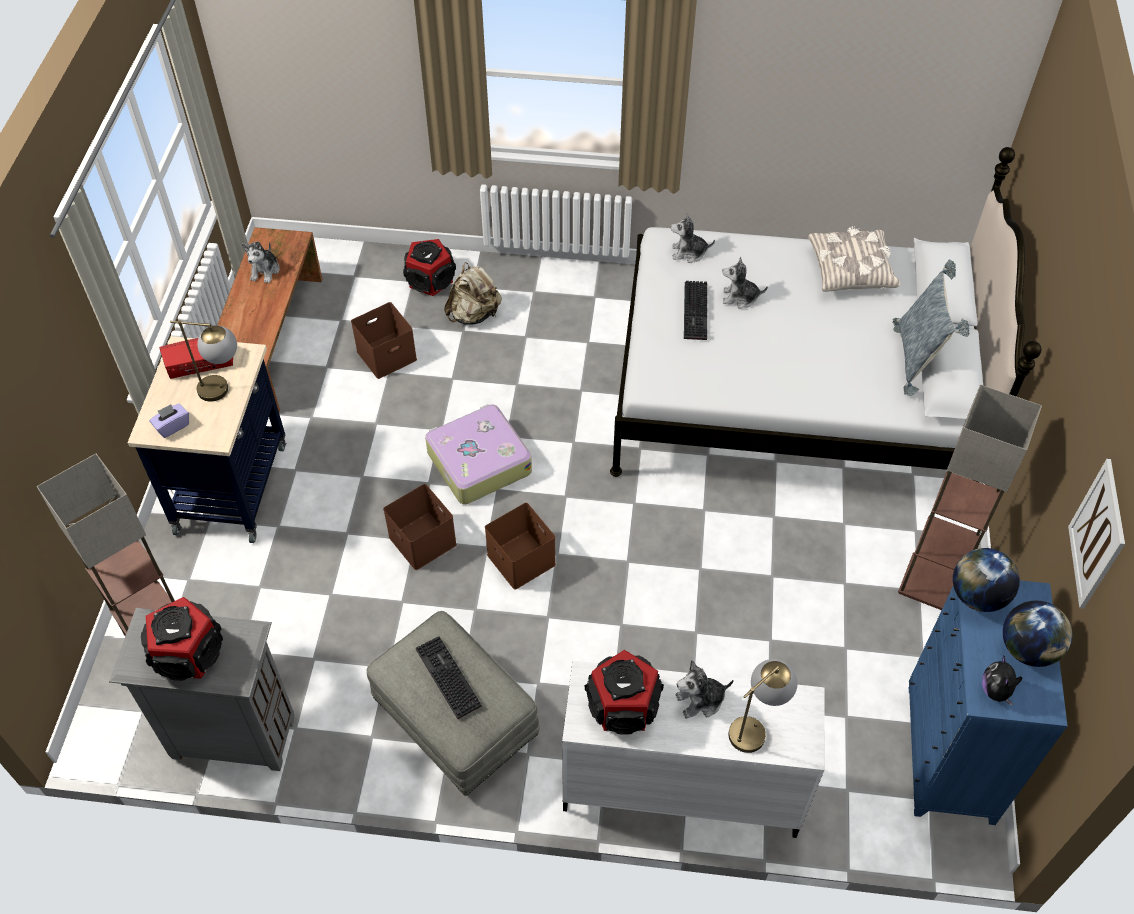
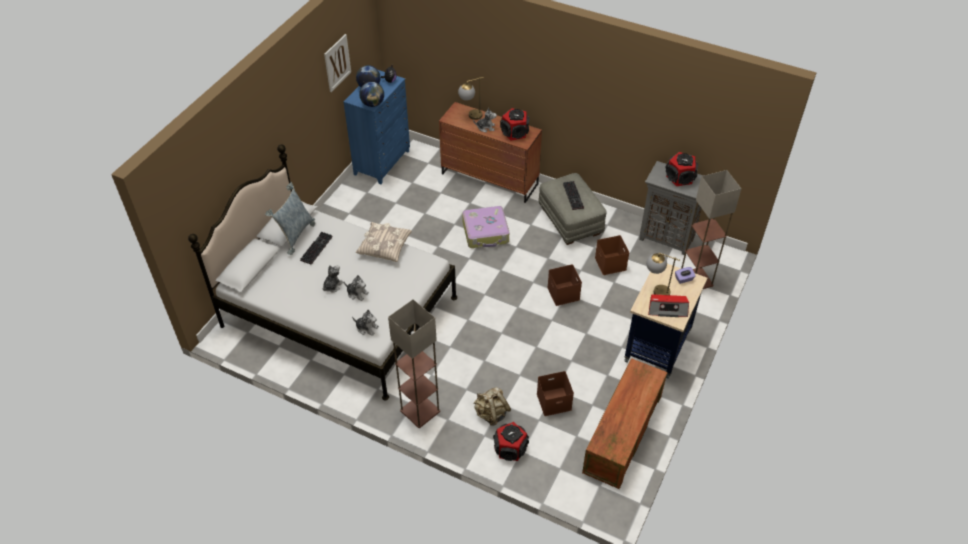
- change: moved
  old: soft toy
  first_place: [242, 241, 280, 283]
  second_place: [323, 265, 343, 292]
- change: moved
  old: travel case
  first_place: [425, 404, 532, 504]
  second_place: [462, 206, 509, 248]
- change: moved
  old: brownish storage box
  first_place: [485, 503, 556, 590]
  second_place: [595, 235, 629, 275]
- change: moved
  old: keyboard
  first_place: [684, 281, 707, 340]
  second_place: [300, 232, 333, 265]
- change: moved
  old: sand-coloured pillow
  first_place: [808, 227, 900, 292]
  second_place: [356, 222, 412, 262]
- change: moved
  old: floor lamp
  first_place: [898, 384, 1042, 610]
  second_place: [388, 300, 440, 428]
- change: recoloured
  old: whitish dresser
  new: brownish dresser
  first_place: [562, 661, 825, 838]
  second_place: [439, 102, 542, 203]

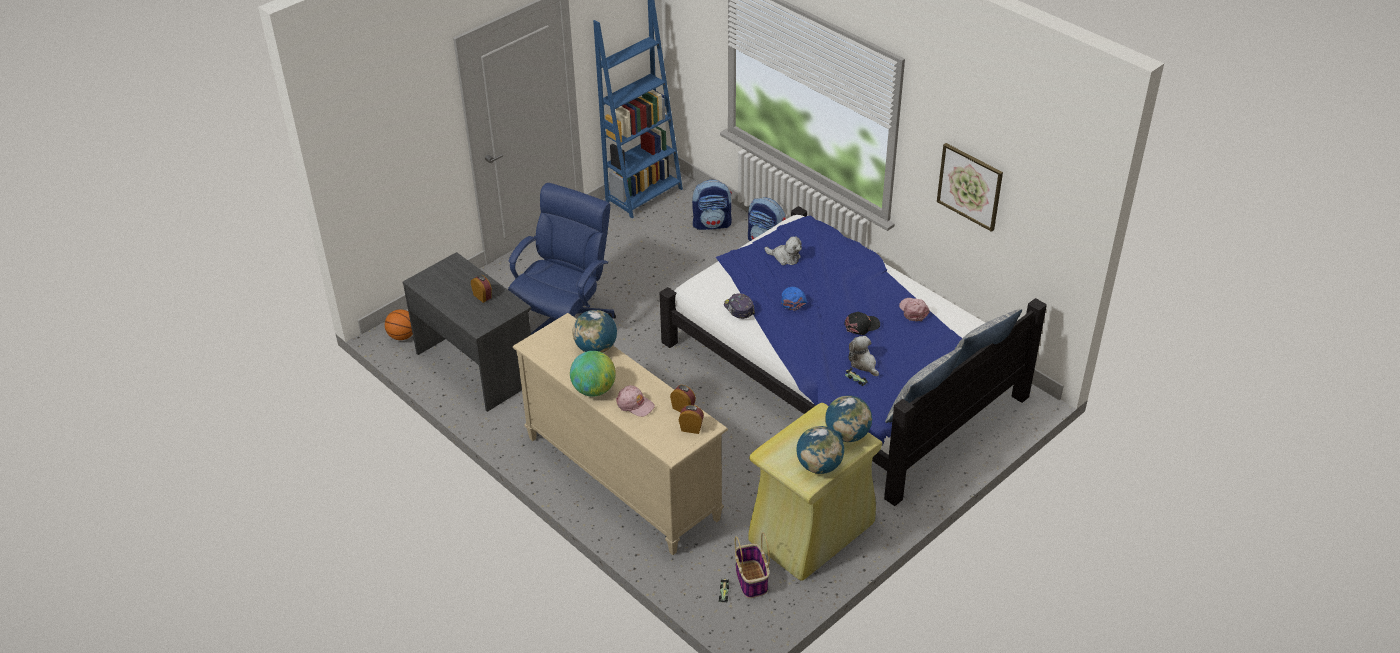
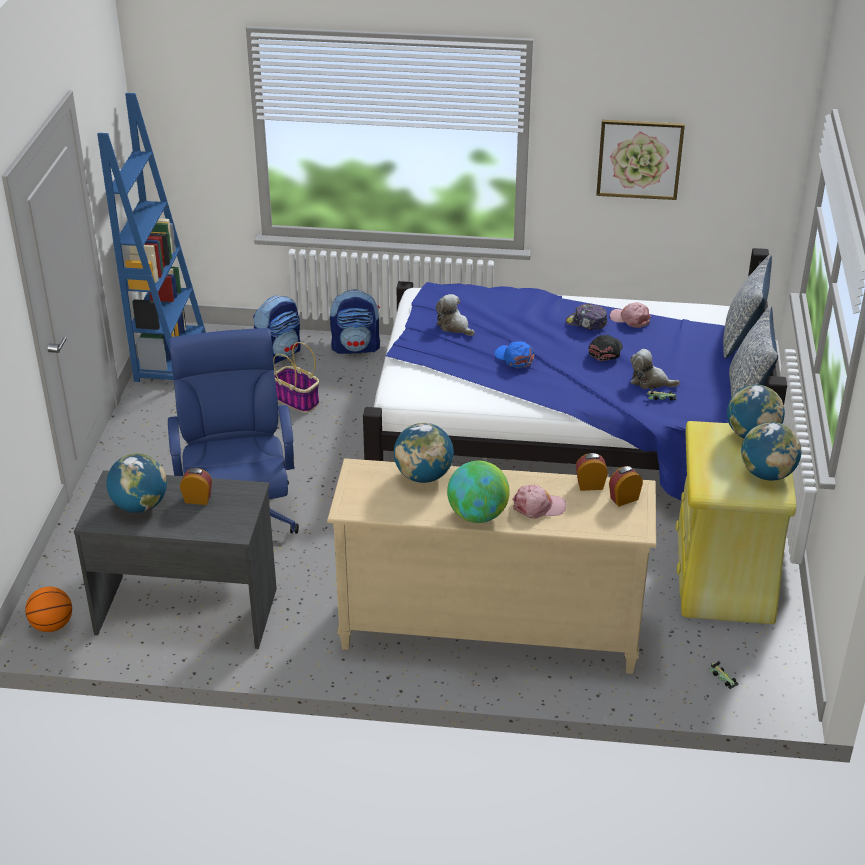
- change: added
  new: world globe
  second_place: [106, 453, 167, 513]
- change: moved
  old: cap
  first_place: [724, 293, 755, 319]
  second_place: [566, 304, 607, 330]
- change: moved
  old: household basket
  first_place: [735, 532, 770, 598]
  second_place: [273, 342, 319, 413]
- change: turned
  old: soft toy
  first_place: [765, 236, 802, 265]
  second_place: [436, 294, 475, 336]
  degrees: -120

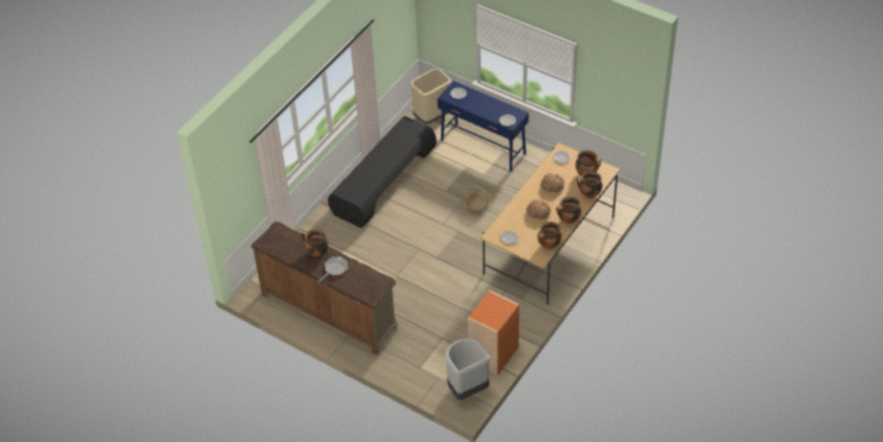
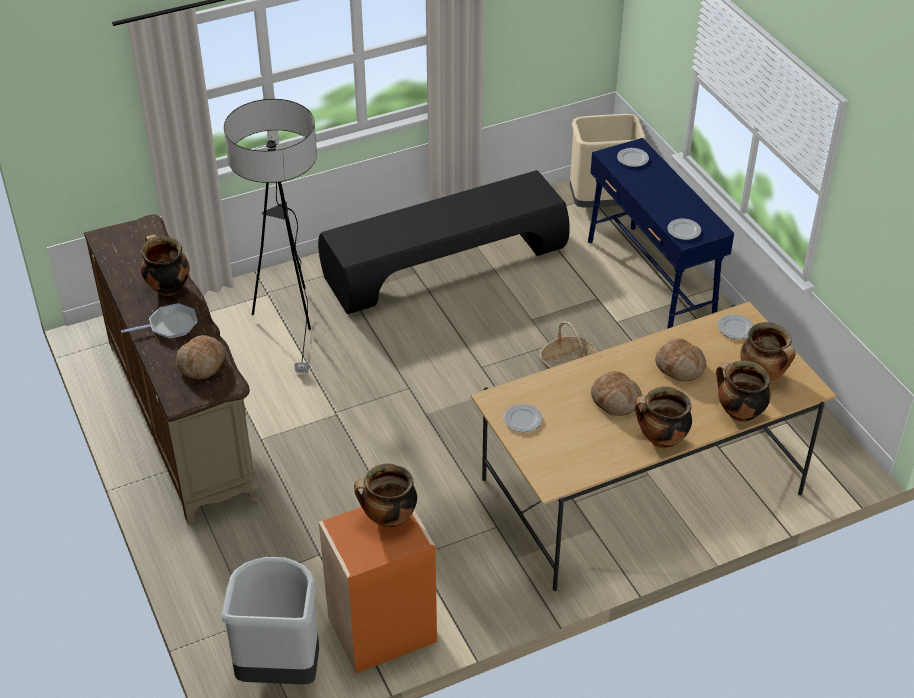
- change: added
  new: bakery bread
  second_place: [176, 335, 225, 379]
- change: added
  new: floor lamp
  second_place: [224, 99, 317, 374]
- change: moved
  old: cooking pot
  first_place: [538, 222, 562, 250]
  second_place: [354, 463, 417, 528]

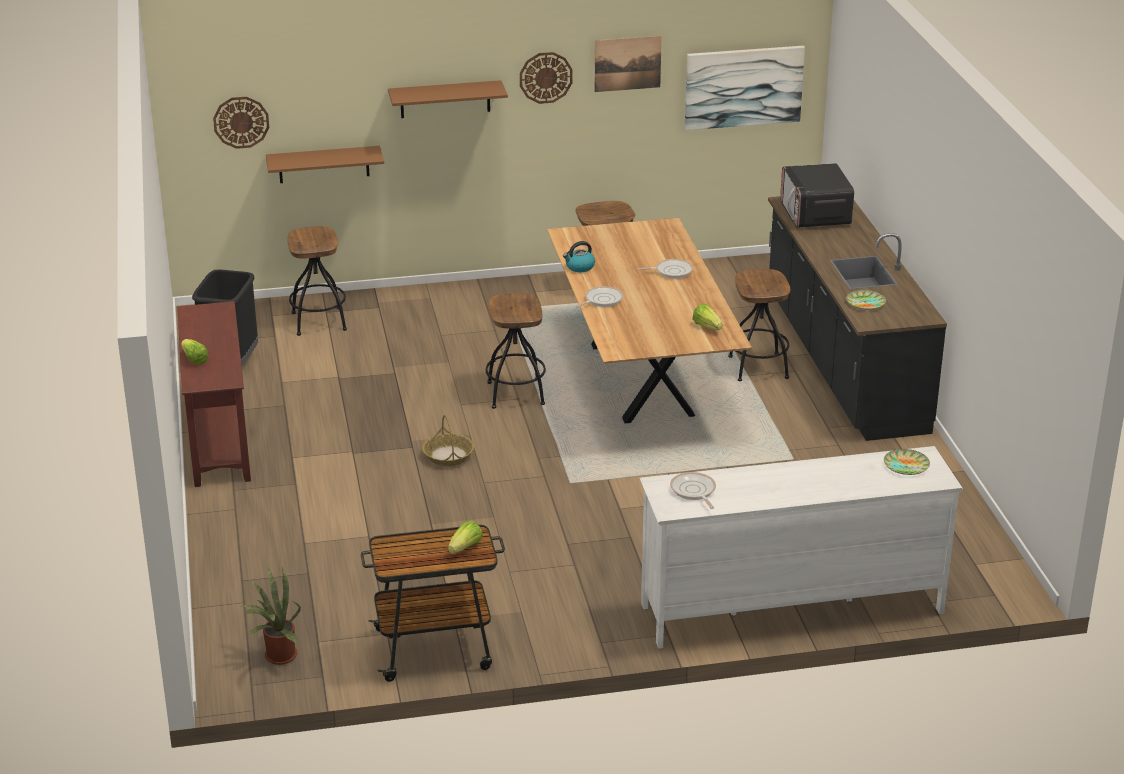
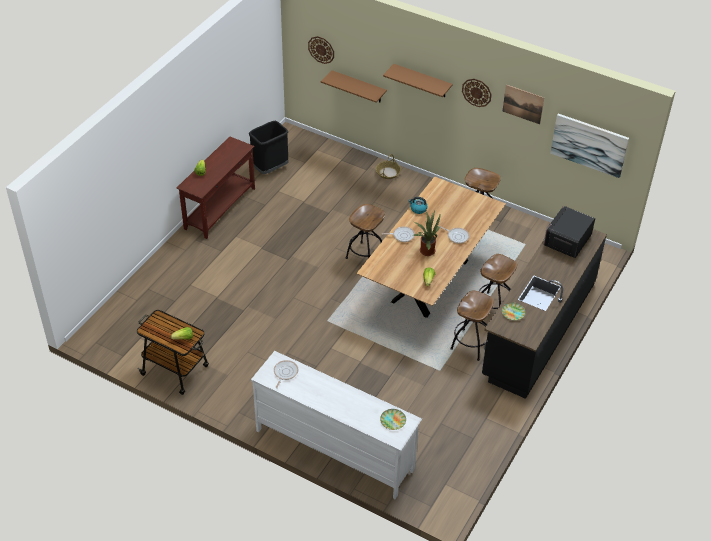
- change: moved
  old: plant in a pot
  first_place: [238, 567, 301, 665]
  second_place: [413, 211, 441, 256]
- change: moved
  old: brownish stool seat
  first_place: [287, 226, 347, 336]
  second_place: [450, 291, 494, 361]
- change: moved
  old: household basket
  first_place: [422, 415, 474, 466]
  second_place: [376, 154, 401, 179]

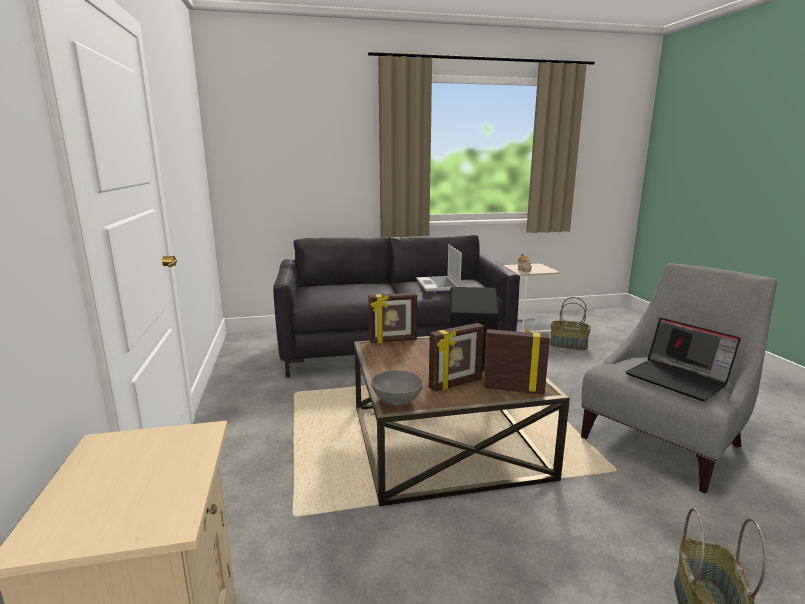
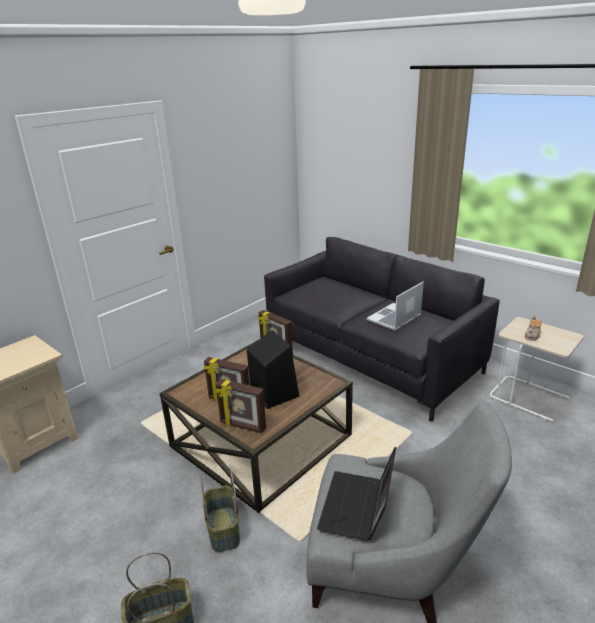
- change: removed
  old: greyish bowl
  first_place: [371, 370, 423, 405]
- change: moved
  old: household basket
  first_place: [550, 297, 591, 350]
  second_place: [200, 470, 240, 552]
- change: turned
  old: standing frame
  first_place: [483, 329, 550, 395]
  second_place: [216, 379, 266, 433]
  degrees: 135

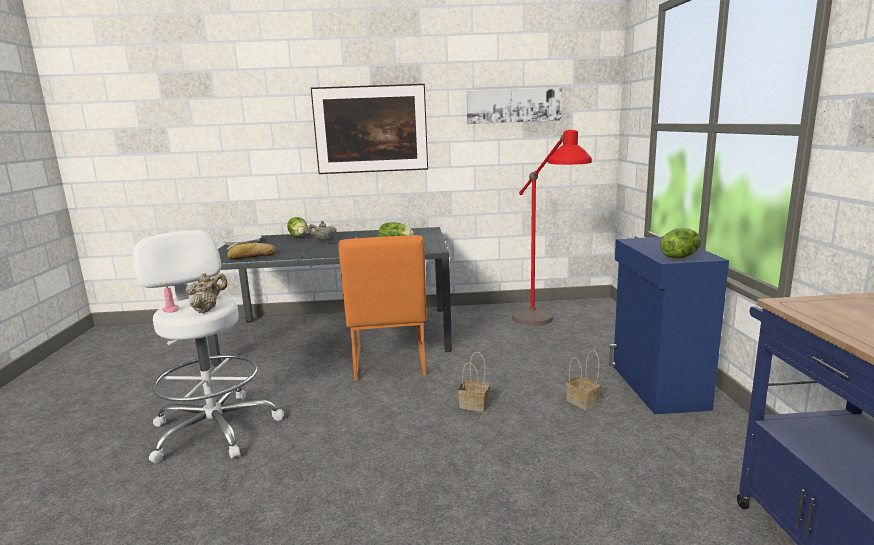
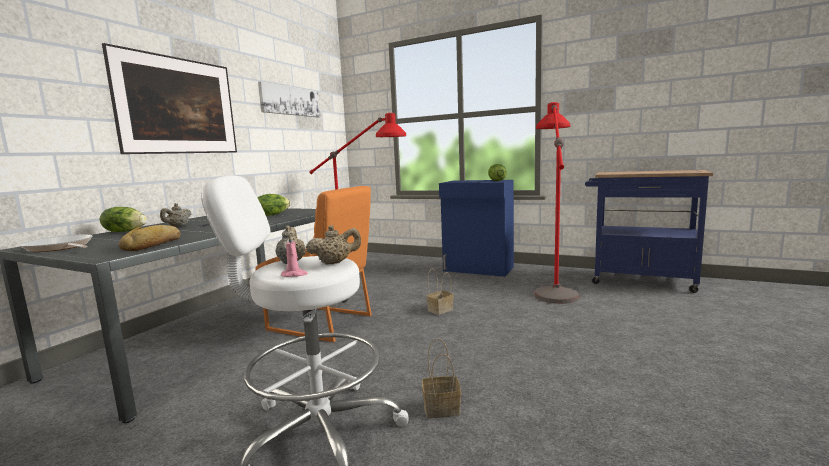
- change: added
  new: red floor lamp
  second_place: [534, 102, 580, 304]
- change: moved
  old: household basket
  first_place: [566, 350, 601, 410]
  second_place: [422, 338, 461, 418]
- change: turned
  old: sand-coloured pot for tea
  first_place: [189, 281, 218, 313]
  second_place: [306, 225, 361, 265]
  degrees: 120

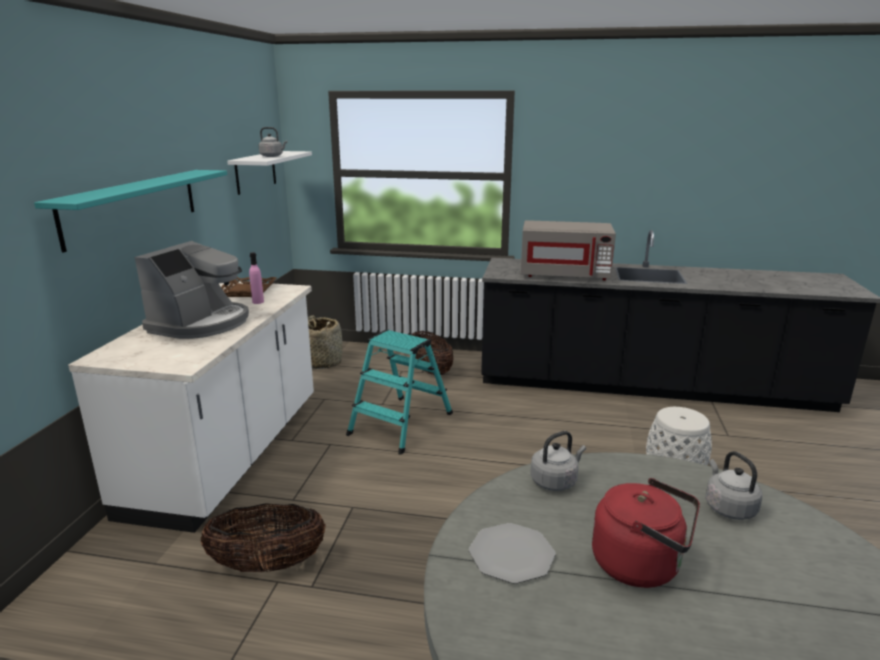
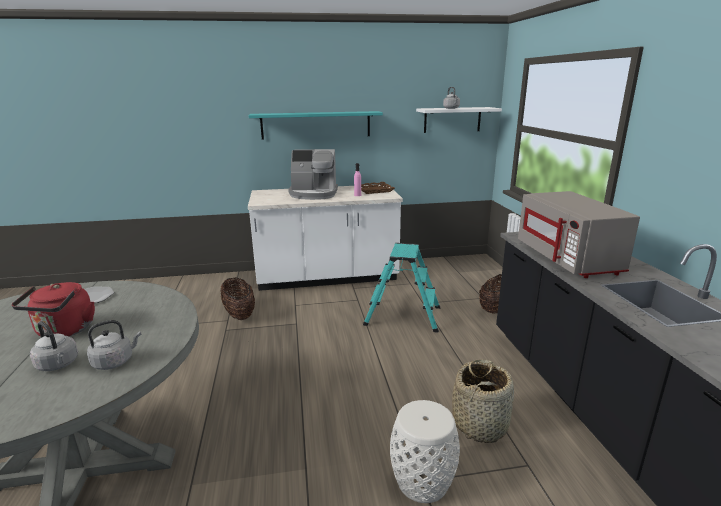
- change: moved
  old: household basket
  first_place: [308, 315, 342, 369]
  second_place: [452, 360, 514, 443]
- change: moved
  old: greyish water kettle
  first_place: [530, 431, 586, 491]
  second_place: [30, 321, 78, 371]

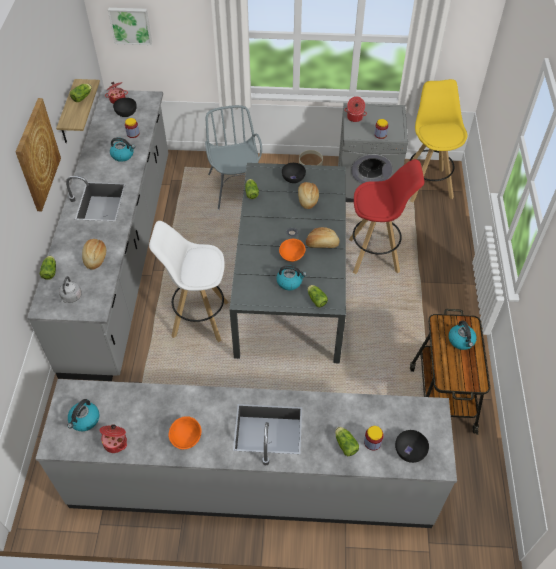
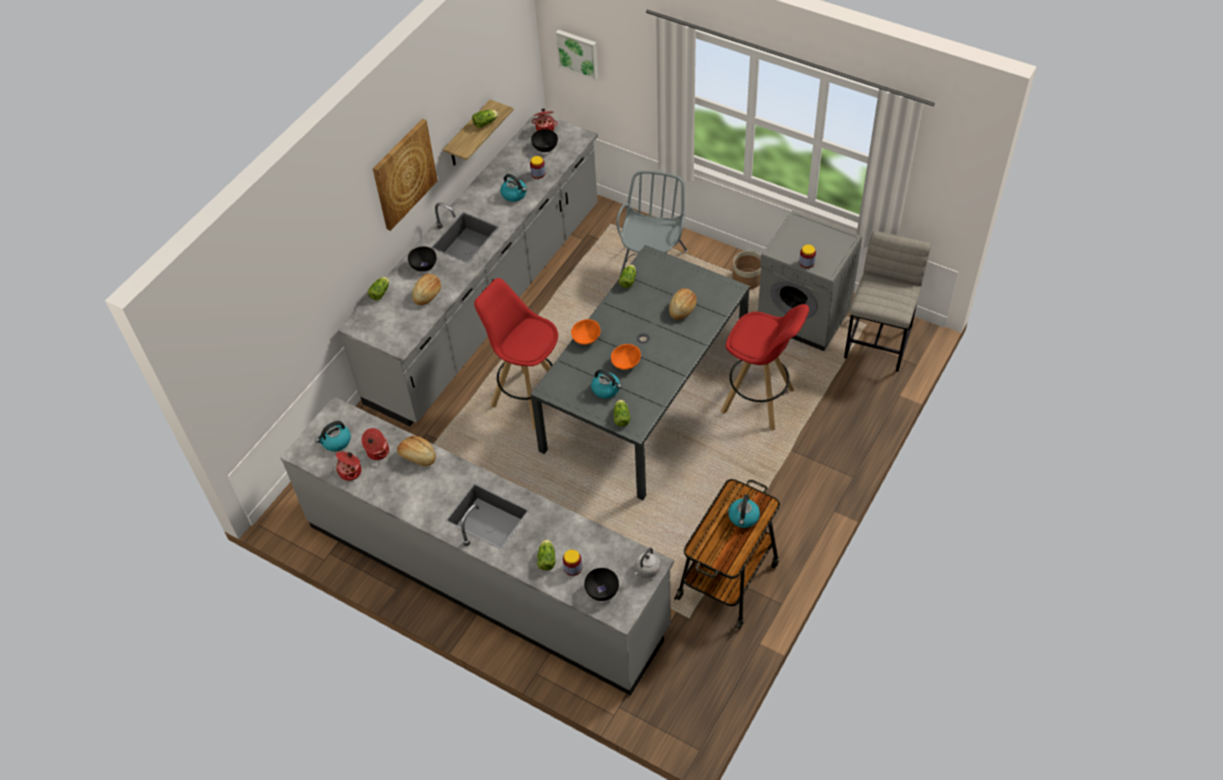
- change: moved
  old: greyish water kettle
  first_place: [59, 276, 82, 303]
  second_place: [634, 548, 661, 578]
- change: moved
  old: orangey bowl
  first_place: [168, 416, 202, 449]
  second_place: [571, 319, 601, 345]
- change: moved
  old: black-coloured bowl
  first_place: [282, 163, 306, 183]
  second_place: [408, 246, 436, 272]
- change: moved
  old: bakery bread
  first_place: [306, 227, 339, 248]
  second_place: [397, 436, 436, 466]
- change: moved
  old: cooking pot
  first_place: [344, 97, 367, 122]
  second_place: [361, 428, 389, 460]
- change: replaced
  old: yellow-coloured stool seat
  new: greyish plain chair
  first_place: [410, 79, 468, 202]
  second_place: [844, 231, 931, 372]
- change: recoloured
  old: whitish stool seat
  new: red stool seat
  first_place: [149, 221, 229, 342]
  second_place: [474, 278, 558, 429]

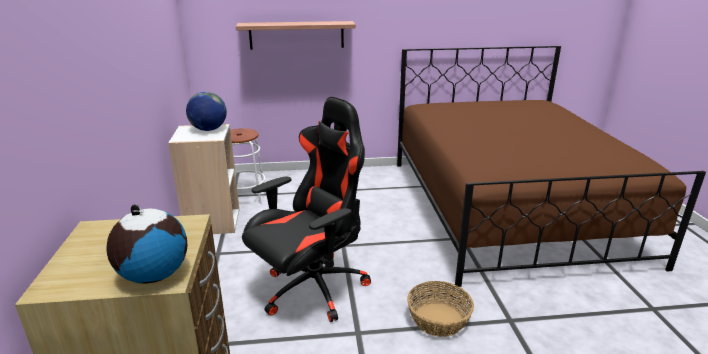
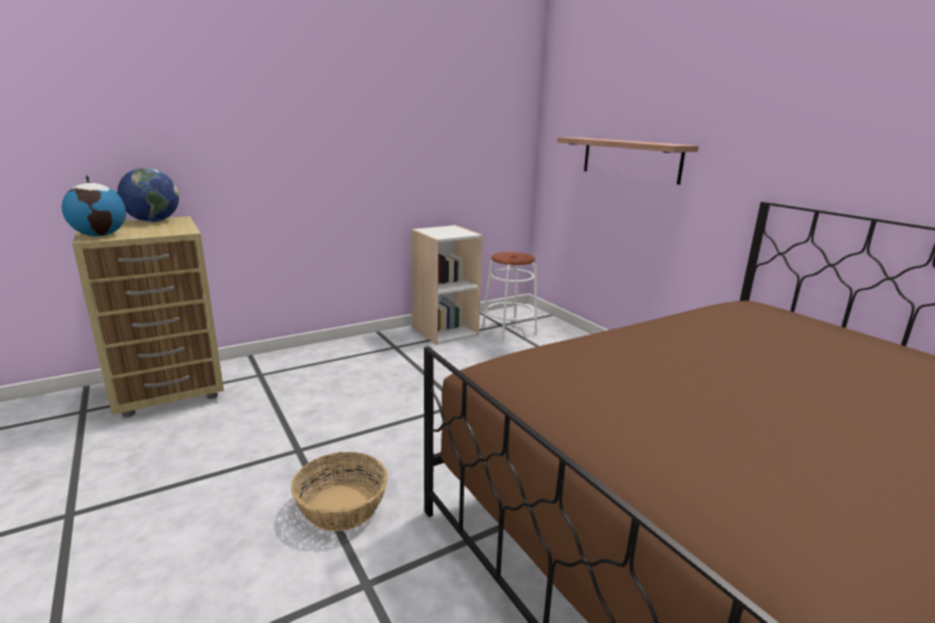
- change: removed
  old: black-coloured office chair
  first_place: [242, 97, 371, 322]
- change: moved
  old: world globe
  first_place: [186, 92, 227, 131]
  second_place: [117, 168, 179, 222]

